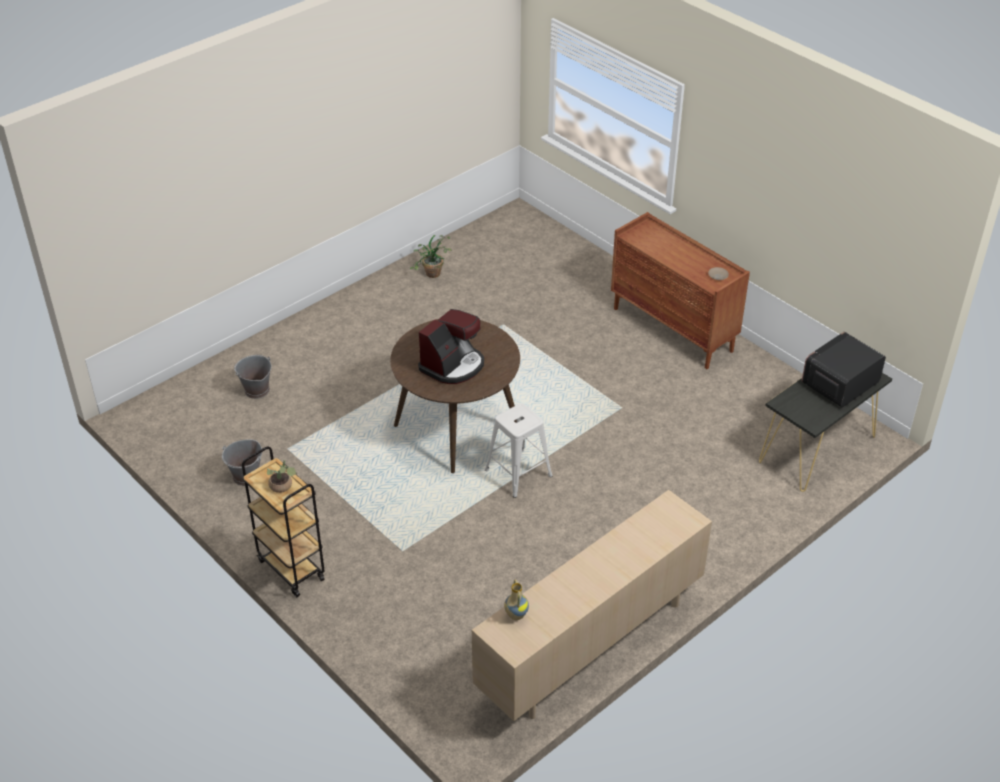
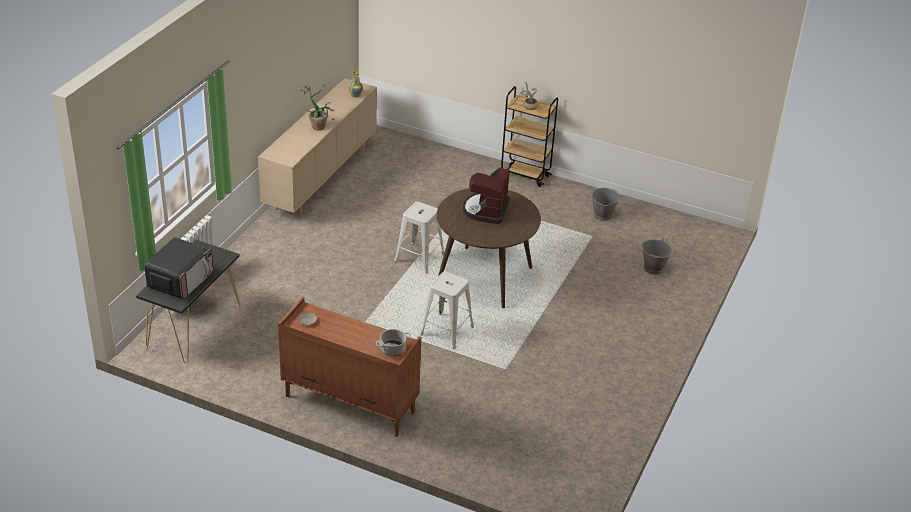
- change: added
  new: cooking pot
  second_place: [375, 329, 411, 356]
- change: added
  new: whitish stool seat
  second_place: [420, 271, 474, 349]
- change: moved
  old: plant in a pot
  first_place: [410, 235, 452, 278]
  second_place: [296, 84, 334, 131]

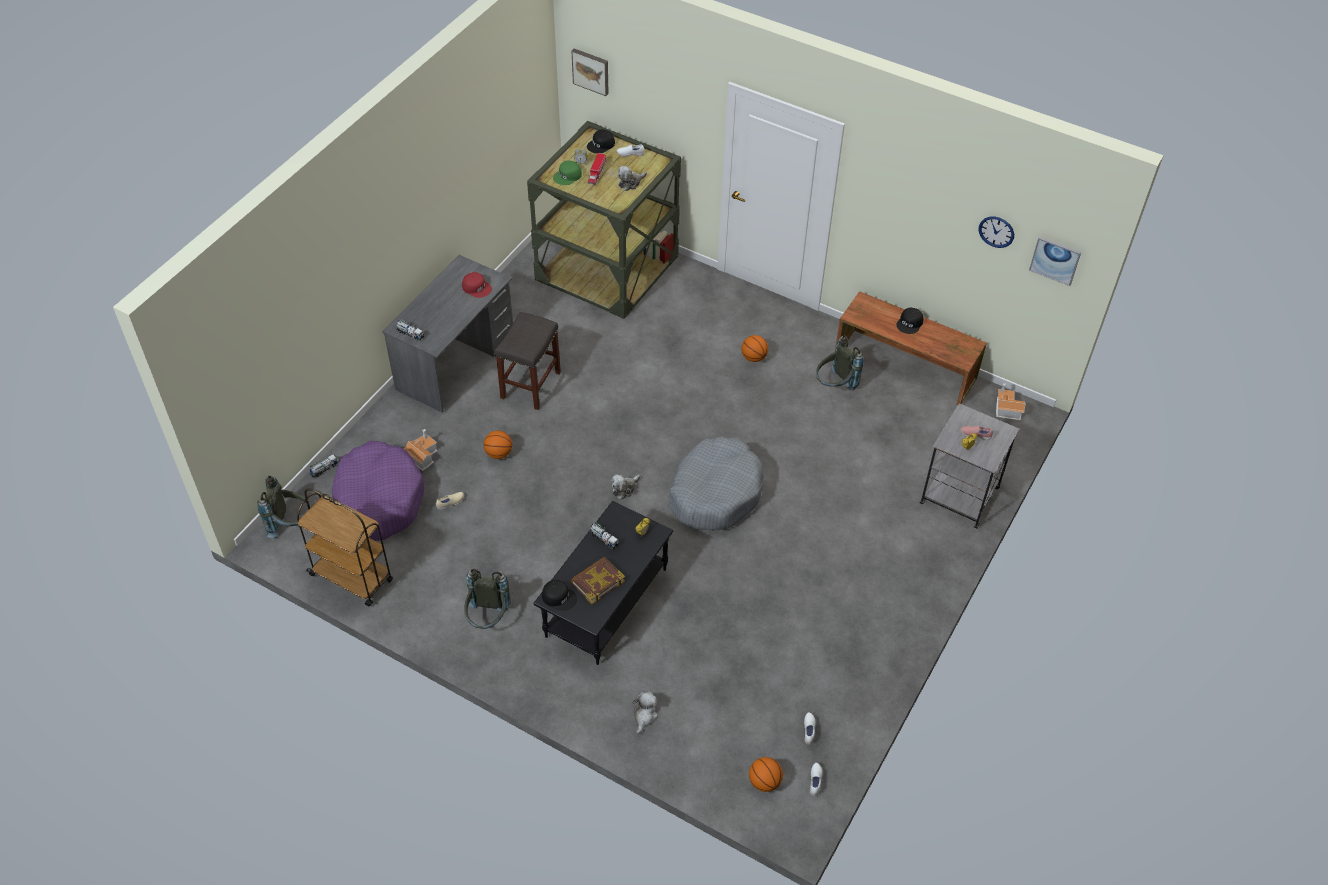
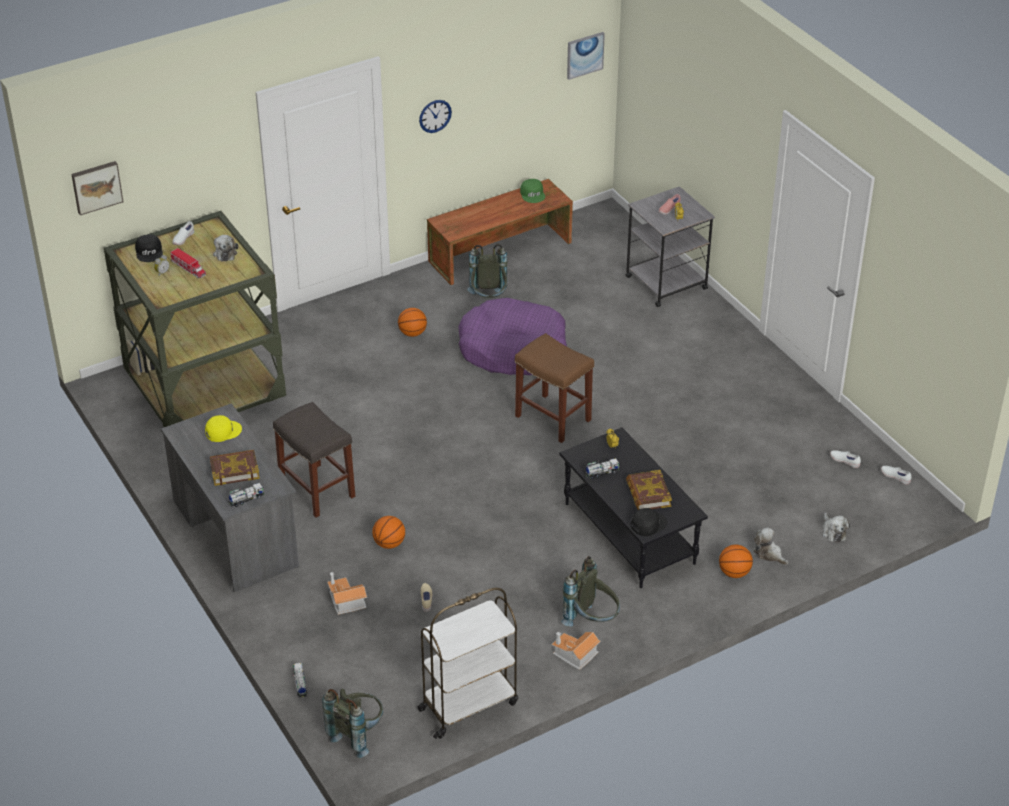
- change: removed
  old: black-coloured cap
  first_place: [896, 308, 924, 334]
- change: added
  new: book
  second_place: [210, 450, 260, 486]
- change: moved
  old: purplish pet bed
  first_place: [332, 441, 424, 541]
  second_place: [458, 298, 567, 375]
- change: moved
  old: green-coloured cap
  first_place: [553, 160, 582, 185]
  second_place: [520, 179, 545, 203]
- change: moved
  old: soft toy
  first_place: [611, 474, 640, 500]
  second_place: [822, 512, 850, 543]
- change: moved
  old: ball for basketball
  first_place: [749, 757, 783, 792]
  second_place: [719, 545, 753, 578]
- change: moved
  old: clock on the wall
  first_place: [979, 216, 1014, 248]
  second_place: [419, 100, 452, 133]
- change: moved
  old: model house
  first_place: [996, 383, 1025, 420]
  second_place: [551, 632, 601, 670]
- change: replaced
  old: greyish pet bed
  new: brownish stool seat
  first_place: [668, 436, 764, 530]
  second_place: [515, 333, 594, 443]
- change: recoloured
  old: brownish wheeled cart
  new: whitish wheeled cart
  first_place: [297, 488, 393, 606]
  second_place: [418, 588, 518, 739]
- change: recoloured
  old: red cap
  new: yellow-coloured cap
  first_place: [462, 272, 492, 298]
  second_place: [205, 415, 242, 442]

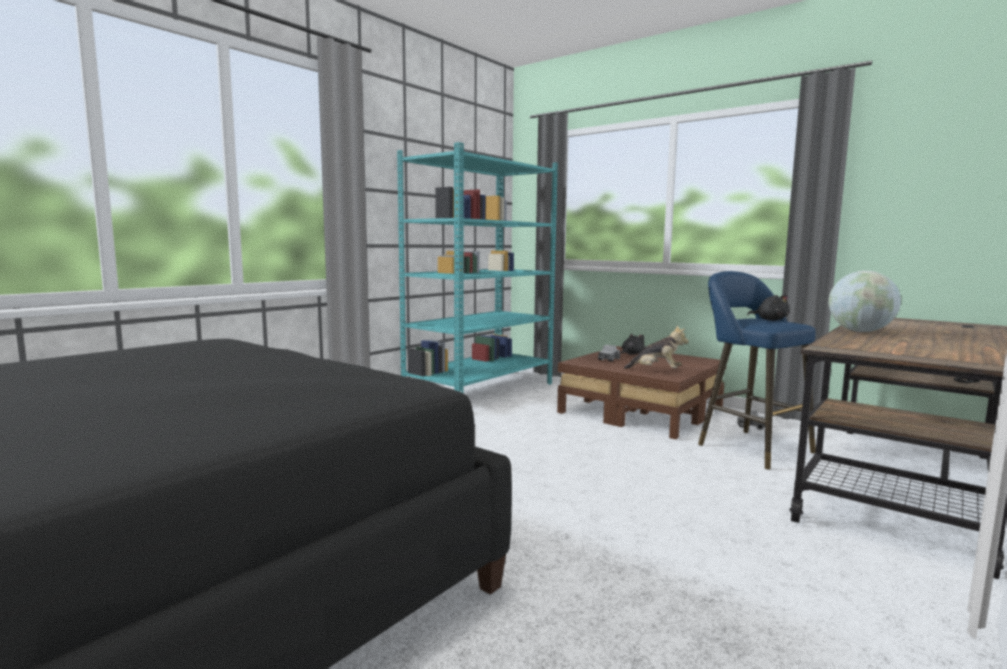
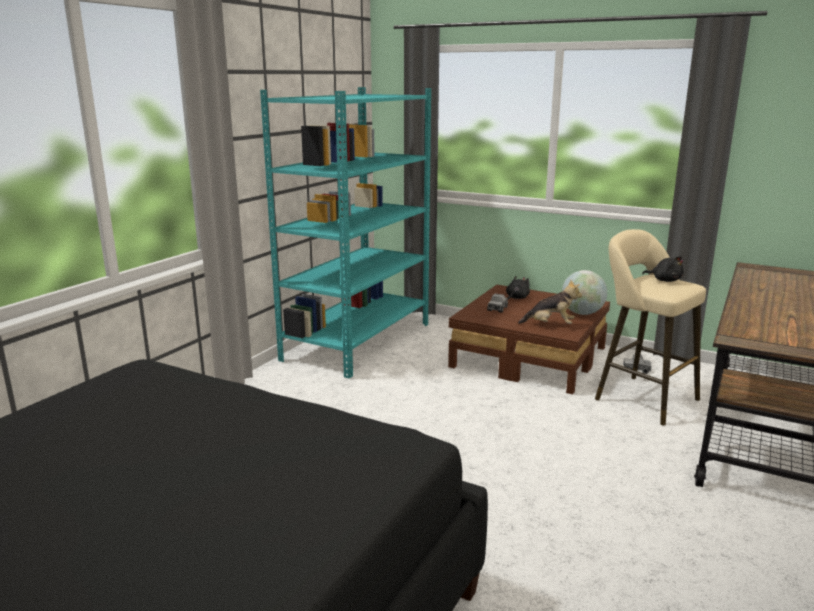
- change: moved
  old: world globe
  first_place: [829, 271, 901, 332]
  second_place: [562, 270, 607, 315]
- change: recoloured
  old: blue-coloured stool seat
  new: sand-coloured stool seat
  first_place: [698, 271, 816, 470]
  second_place: [595, 229, 706, 425]

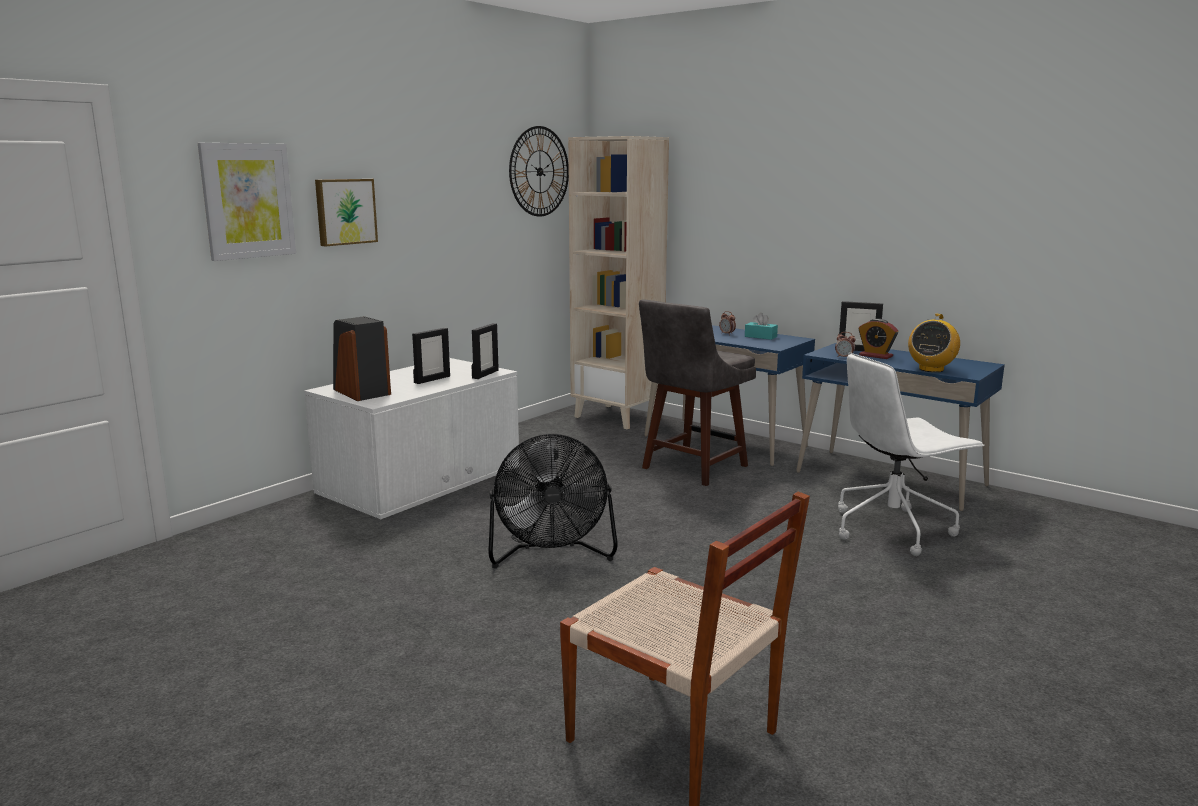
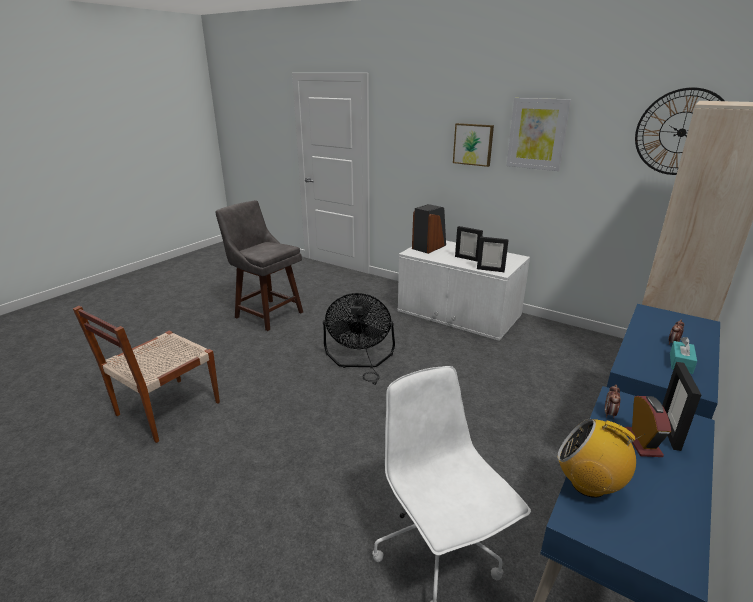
- change: moved
  old: wall art
  first_place: [198, 143, 296, 261]
  second_place: [506, 98, 571, 171]
- change: moved
  old: greyish stool seat
  first_place: [639, 299, 756, 486]
  second_place: [216, 200, 303, 331]
- change: turned
  old: black-coloured fan
  first_place: [488, 434, 618, 569]
  second_place: [323, 293, 395, 385]
  degrees: 105
- change: turned
  old: alarm clock
  first_place: [859, 319, 898, 359]
  second_place: [625, 396, 672, 457]
  degrees: 150

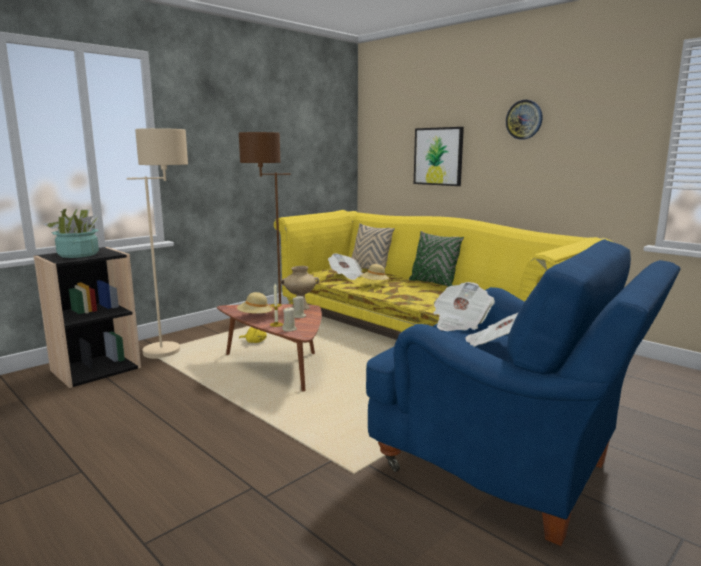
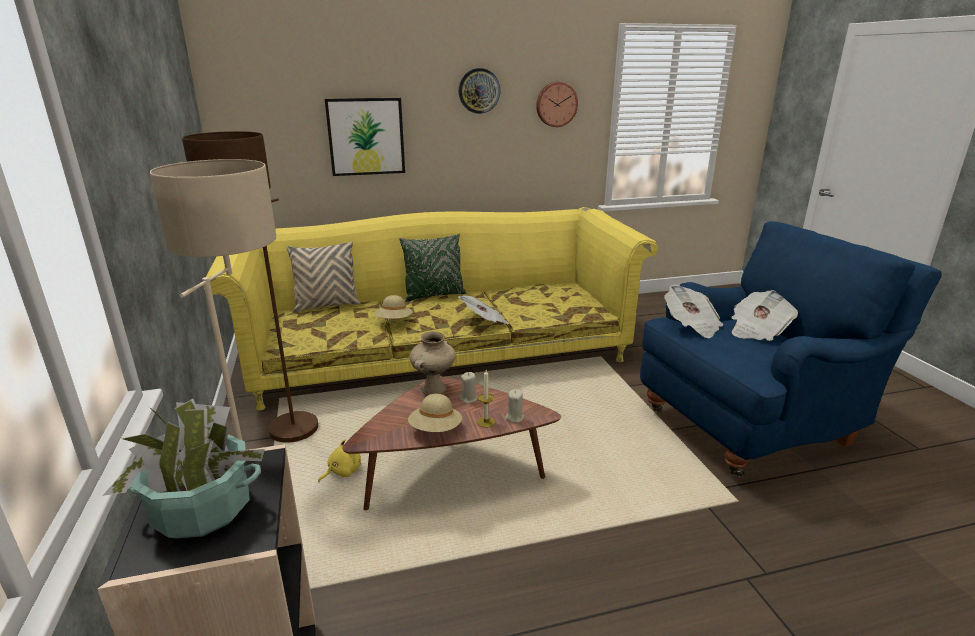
- change: added
  new: clock on the wall
  second_place: [536, 82, 578, 127]
- change: moved
  old: daily paper
  first_place: [328, 253, 363, 280]
  second_place: [458, 295, 510, 324]

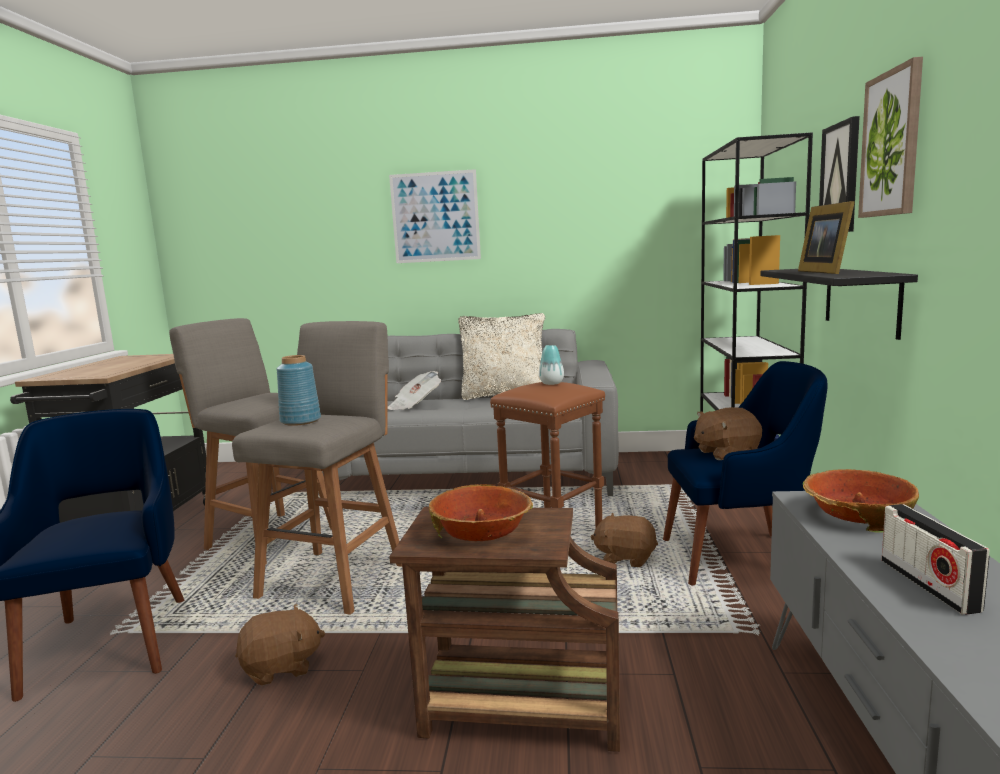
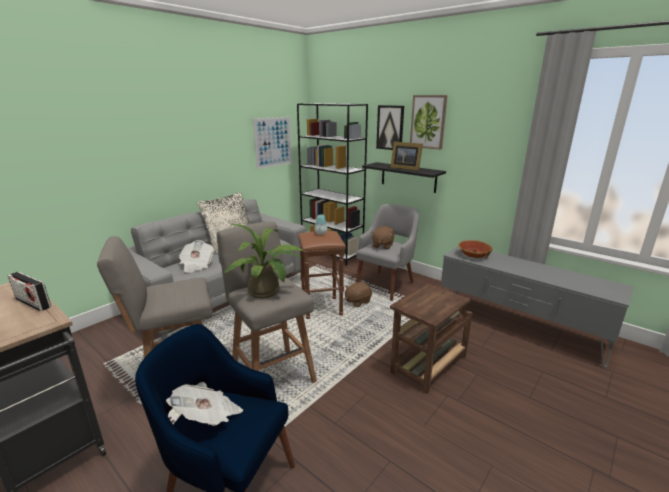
- change: removed
  old: brownish soft toy
  first_place: [235, 603, 325, 686]
- change: removed
  old: bowl
  first_place: [429, 484, 533, 541]
- change: added
  new: daily paper
  second_place: [166, 384, 243, 426]
- change: moved
  old: wall art
  first_place: [389, 169, 481, 263]
  second_place: [253, 117, 292, 169]
- change: moved
  old: radio
  first_place: [882, 504, 990, 615]
  second_place: [8, 272, 51, 311]
- change: replaced
  old: blue-coloured vase
  new: plant in a pot
  first_place: [277, 355, 321, 426]
  second_place: [223, 224, 303, 298]
- change: recoloured
  old: blue-coloured easy chair
  new: greyish easy chair
  first_place: [663, 361, 828, 585]
  second_place: [356, 204, 419, 301]

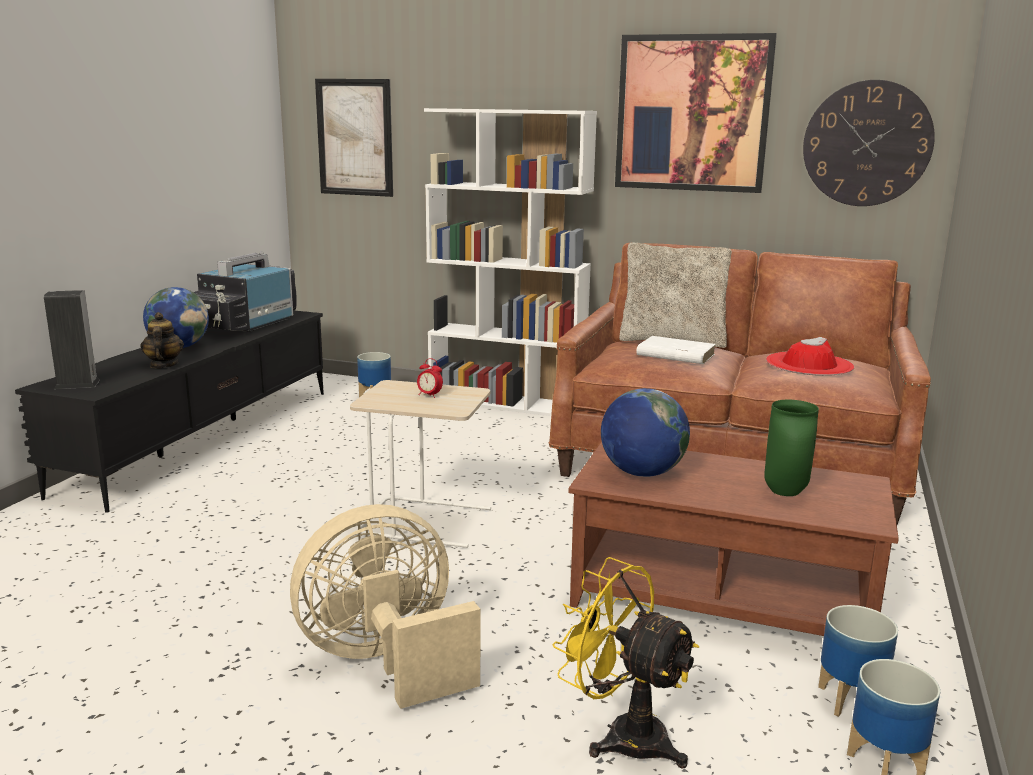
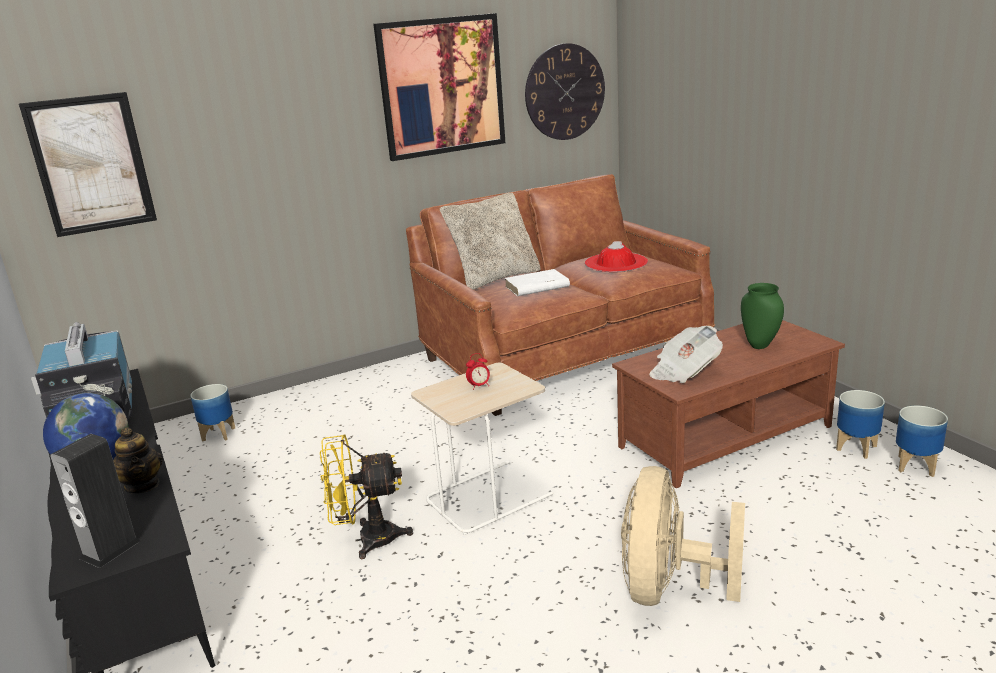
- change: removed
  old: whitish bookshelf
  first_place: [424, 108, 597, 416]
- change: moved
  old: yellow-coloured fan
  first_place: [552, 557, 699, 769]
  second_place: [320, 435, 413, 559]
- change: replaced
  old: world globe
  new: daily paper
  first_place: [601, 388, 690, 477]
  second_place: [649, 326, 723, 383]
- change: turned
  old: pot for tea
  first_place: [140, 312, 184, 368]
  second_place: [113, 428, 163, 494]
  degrees: -150

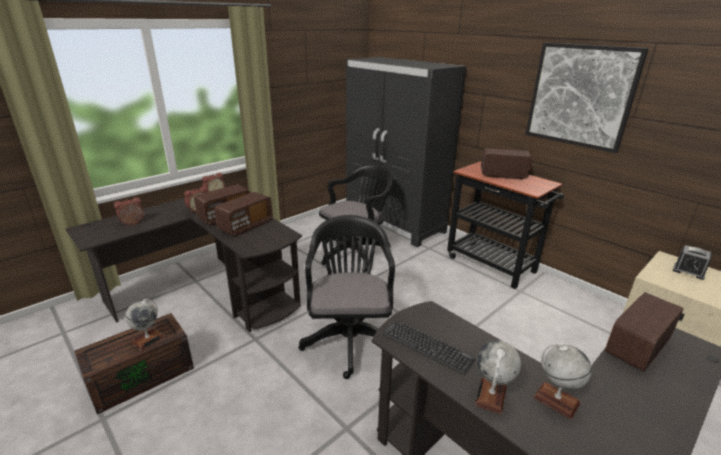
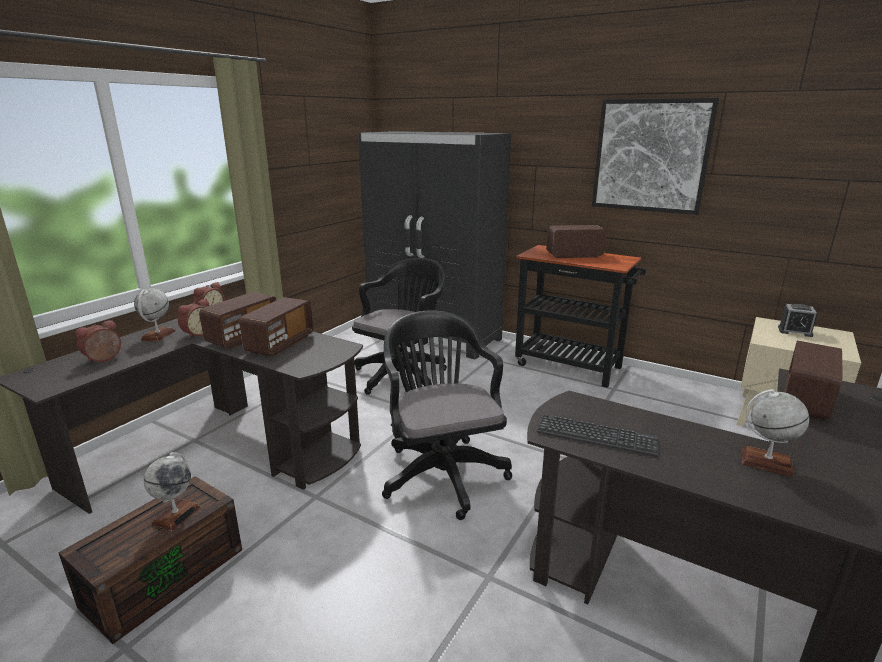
- change: moved
  old: world globe
  first_place: [475, 340, 521, 415]
  second_place: [134, 288, 175, 342]

